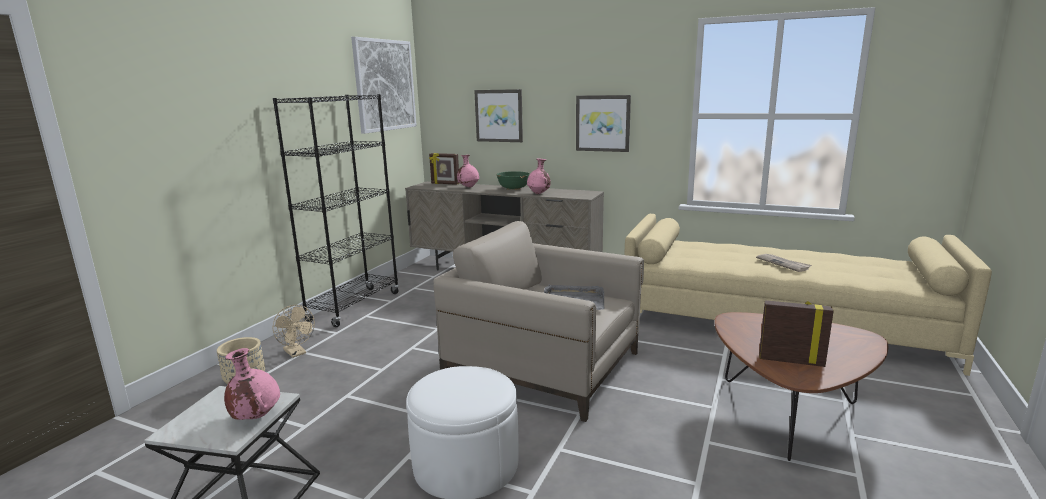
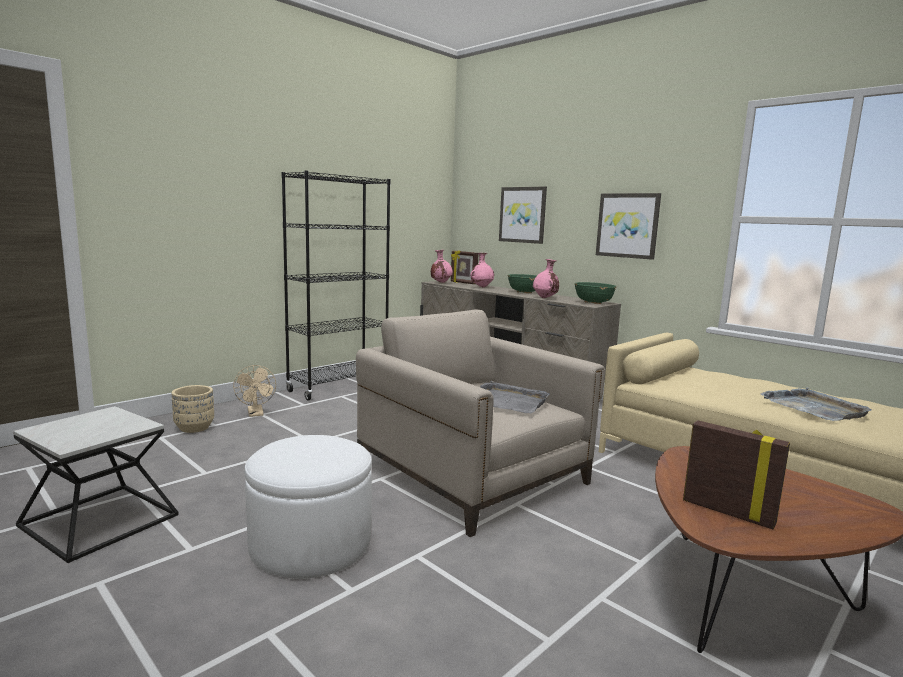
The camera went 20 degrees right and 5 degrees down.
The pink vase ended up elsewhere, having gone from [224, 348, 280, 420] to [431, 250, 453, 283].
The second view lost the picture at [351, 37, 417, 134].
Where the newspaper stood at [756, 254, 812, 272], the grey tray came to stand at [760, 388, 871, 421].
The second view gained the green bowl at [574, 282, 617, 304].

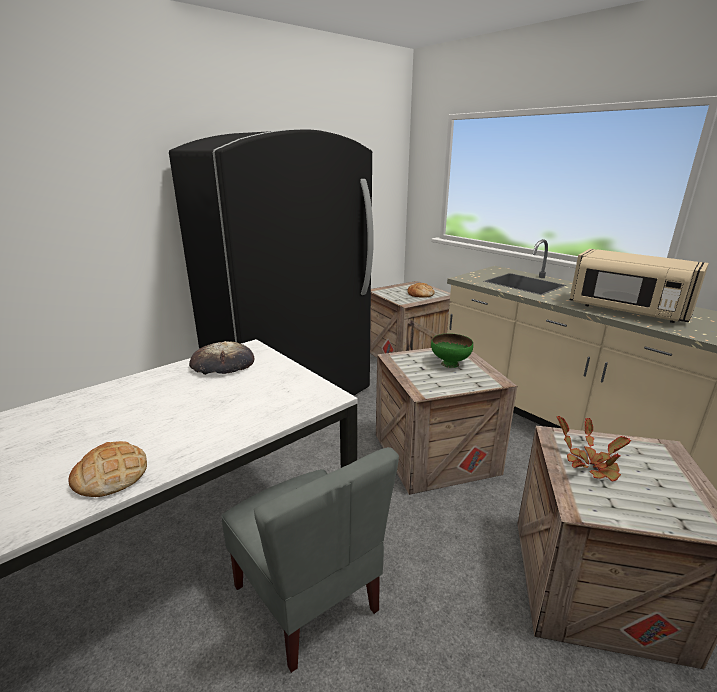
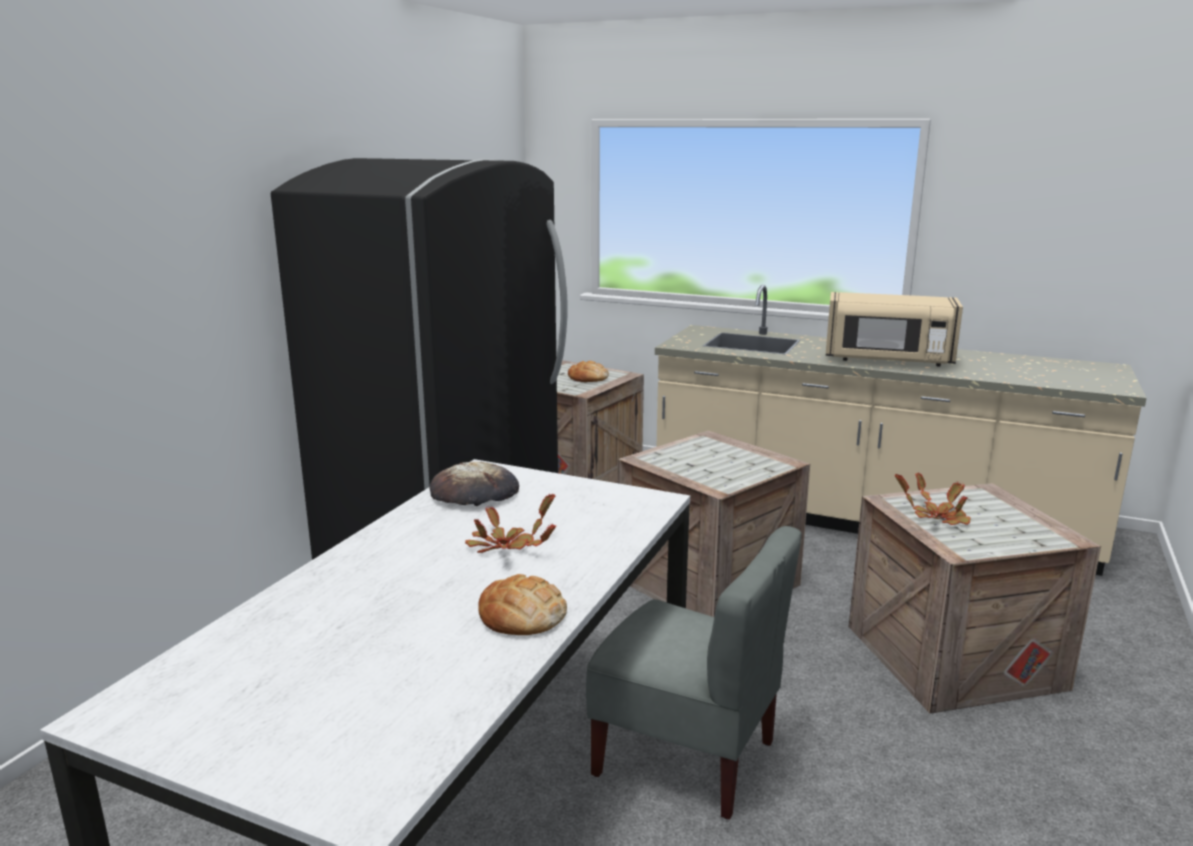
The camera went 25 degrees left and 5 degrees down.
The second view lost the green bowl at [431, 333, 473, 368].
The second view gained the potted plant at [465, 494, 556, 553].

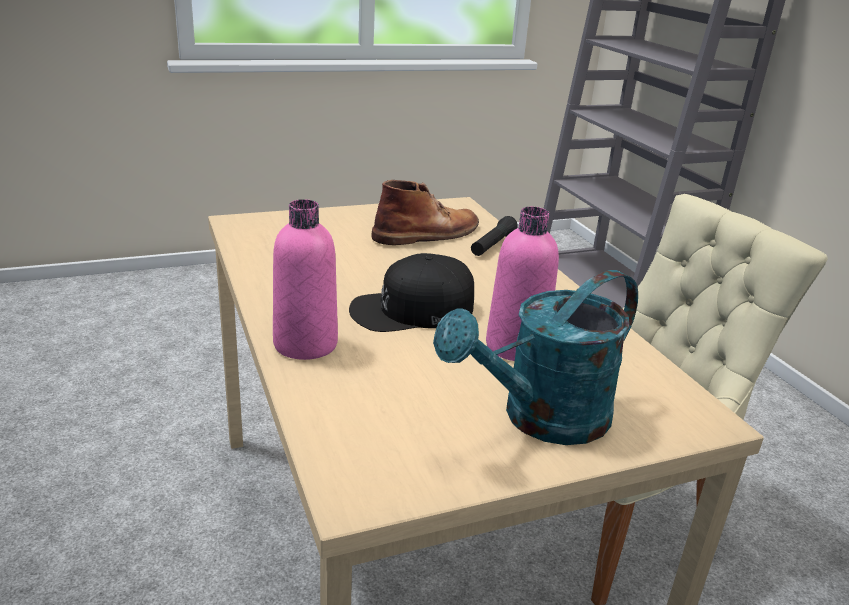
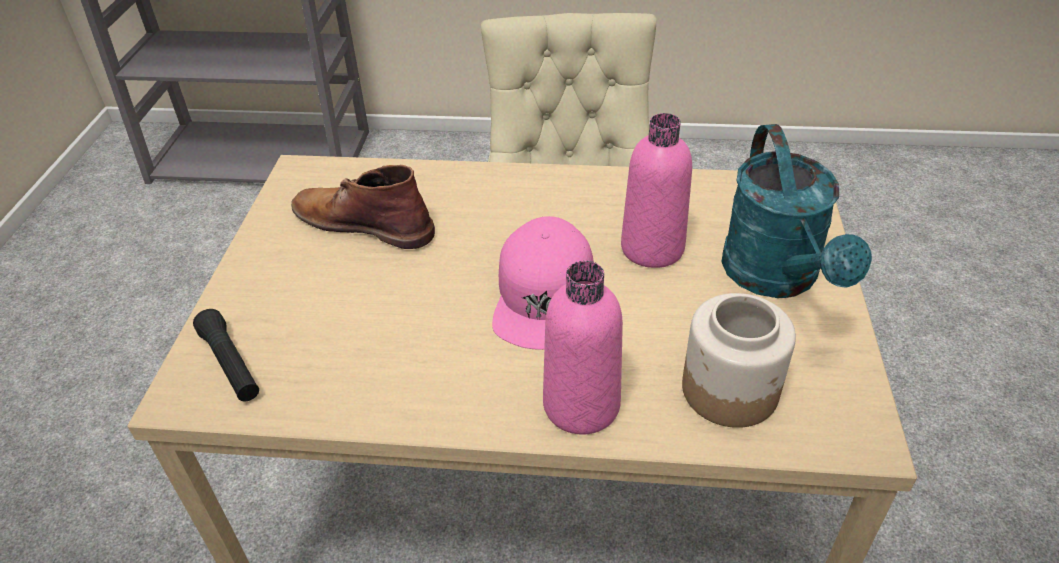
The camera went 60 degrees left and 15 degrees up.
What was the black cap at [349, 253, 474, 332] turned into the pink cap at [492, 216, 594, 350].
The brown boot at [371, 180, 479, 245] ended up facing another way, 60 degrees counterclockwise from before.
The black flashlight ended up elsewhere, having gone from [471, 216, 518, 256] to [193, 309, 259, 402].
The second view gained the jar at [682, 293, 796, 428].

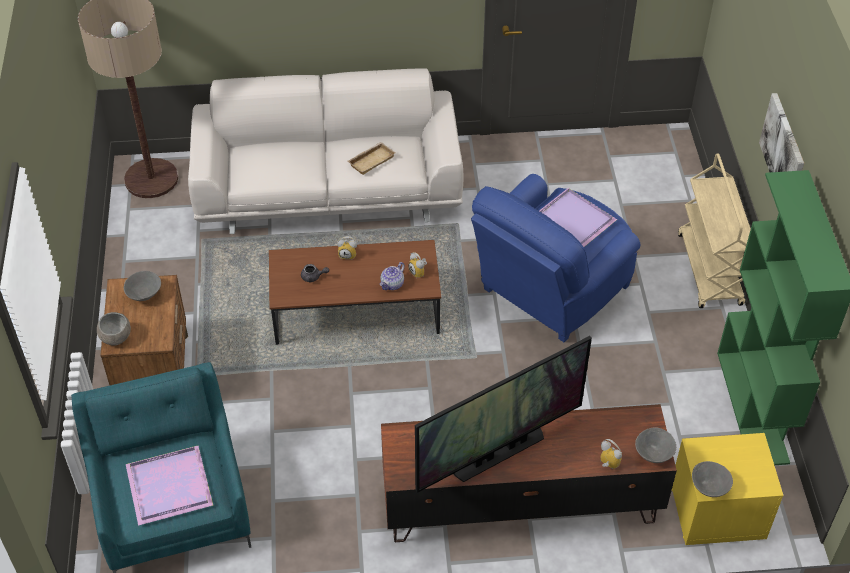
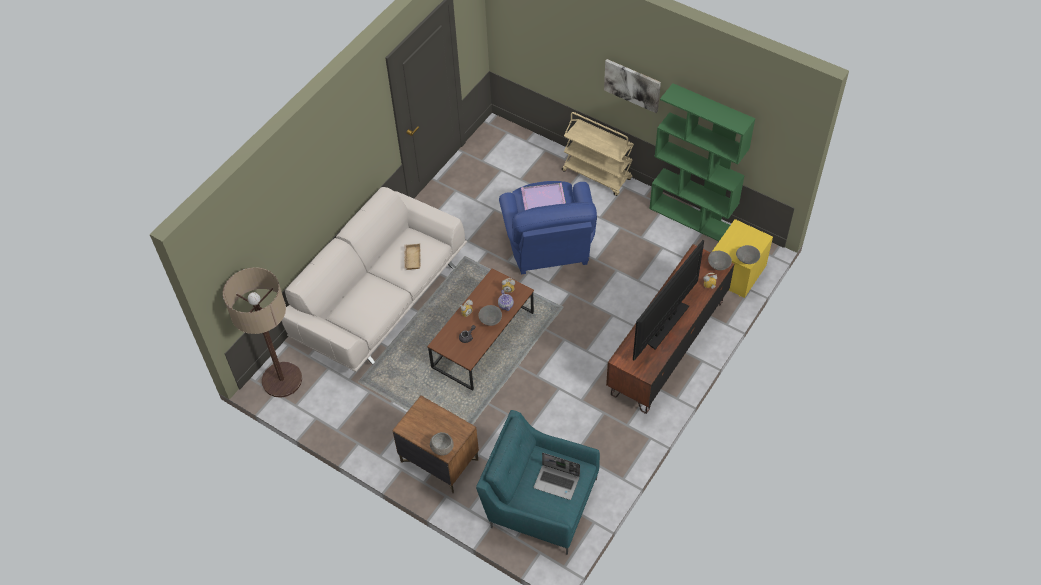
The camera went 50 degrees left and 5 degrees up.
The grey bowl ended up elsewhere, having gone from [124, 271, 161, 301] to [478, 305, 502, 326].
Where the purple tray stood at [126, 446, 213, 526], the laptop came to stand at [534, 453, 580, 500].
The television at [415, 336, 592, 493] ended up facing another way, 150 degrees counterclockwise from before.

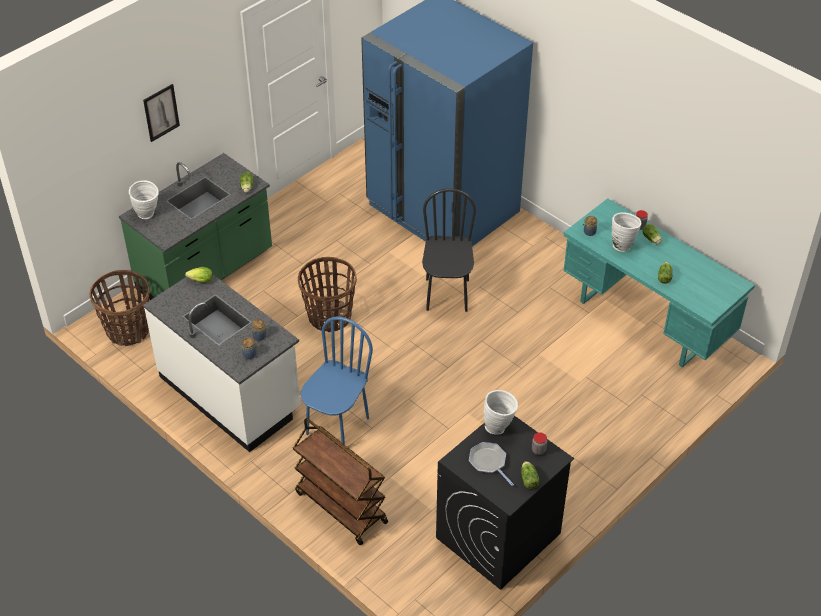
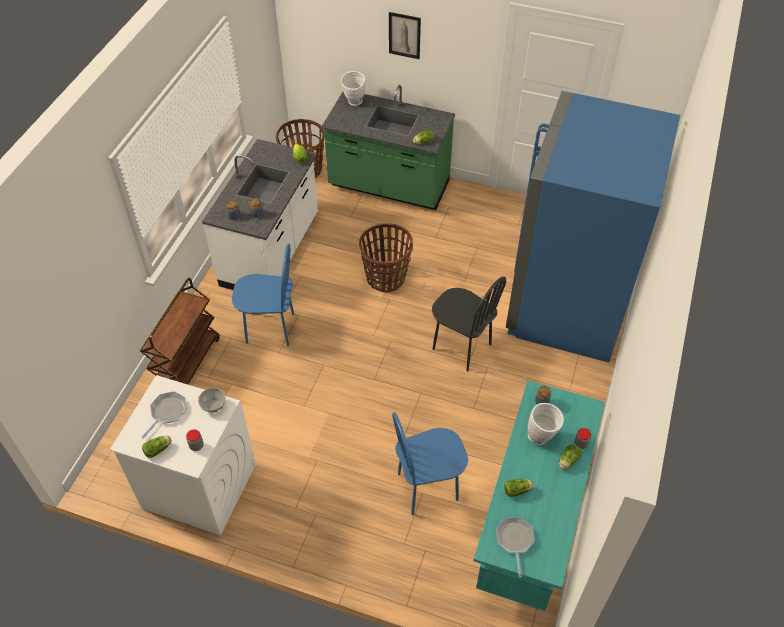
The camera went 65 degrees right and 5 degrees up.
The black chair at [422, 188, 476, 312] ended up facing another way, 60 degrees clockwise from before.
What was the black washing machine at [436, 416, 574, 590] turned into the white washing machine at [110, 375, 256, 535].
Where the white vase stood at [484, 390, 518, 435], the bowl came to stand at [198, 388, 226, 412].
The second view gained the blue chair at [392, 412, 468, 515].
The second view gained the frying pan at [496, 517, 535, 577].

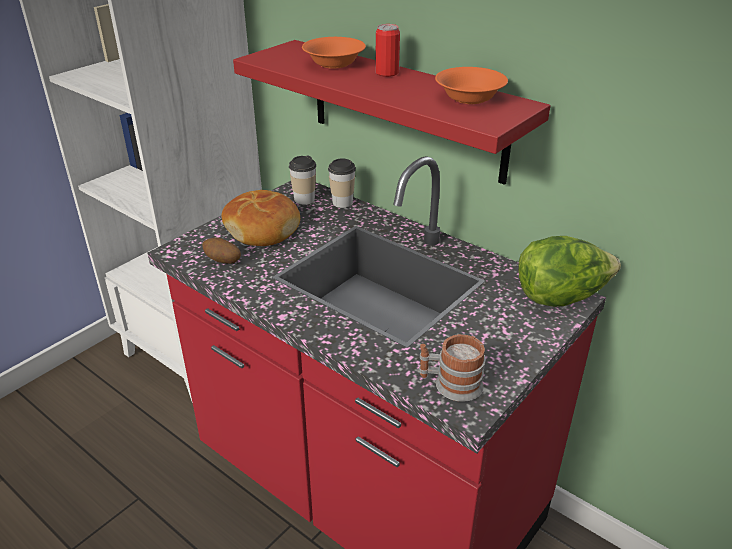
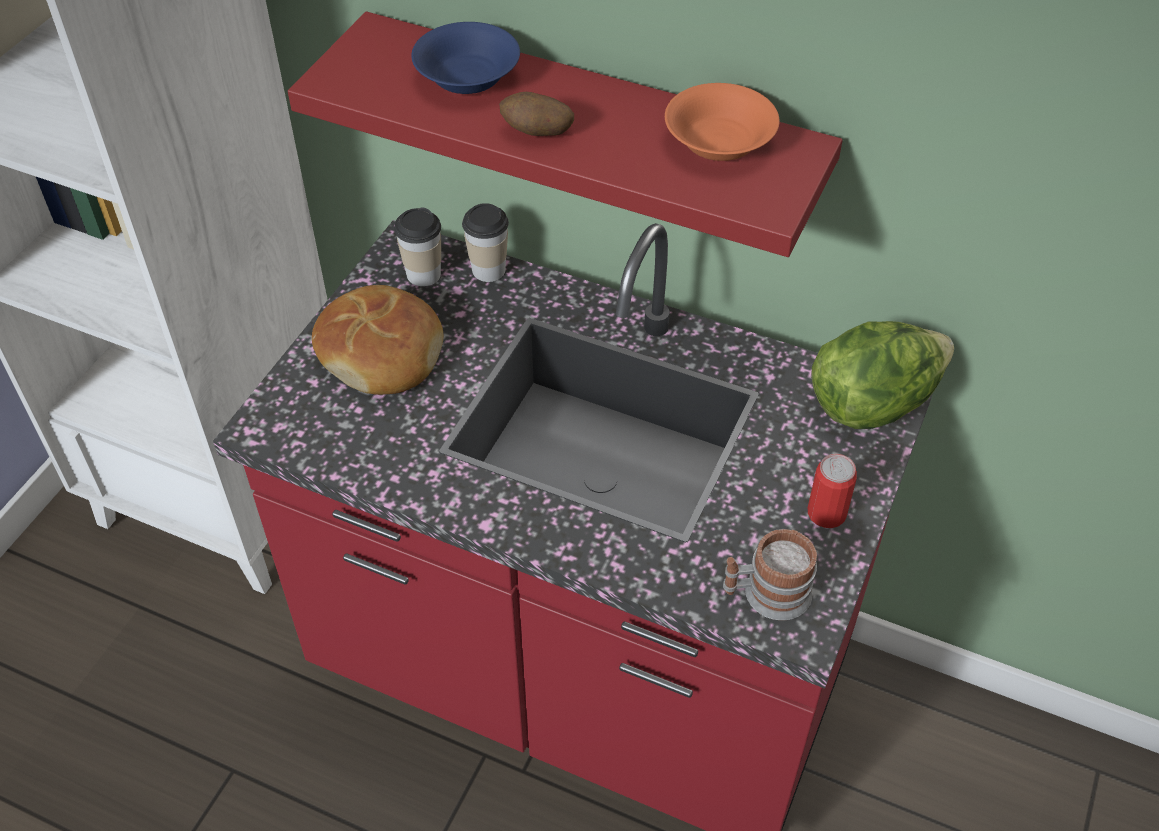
The camera went 15 degrees left and 15 degrees up.
The potato ended up elsewhere, having gone from [202, 238, 241, 264] to [499, 92, 574, 136].
What was the orange bowl at [302, 37, 366, 69] turned into the blue bowl at [411, 22, 520, 94].
The can ended up elsewhere, having gone from [375, 24, 400, 77] to [808, 454, 857, 528].

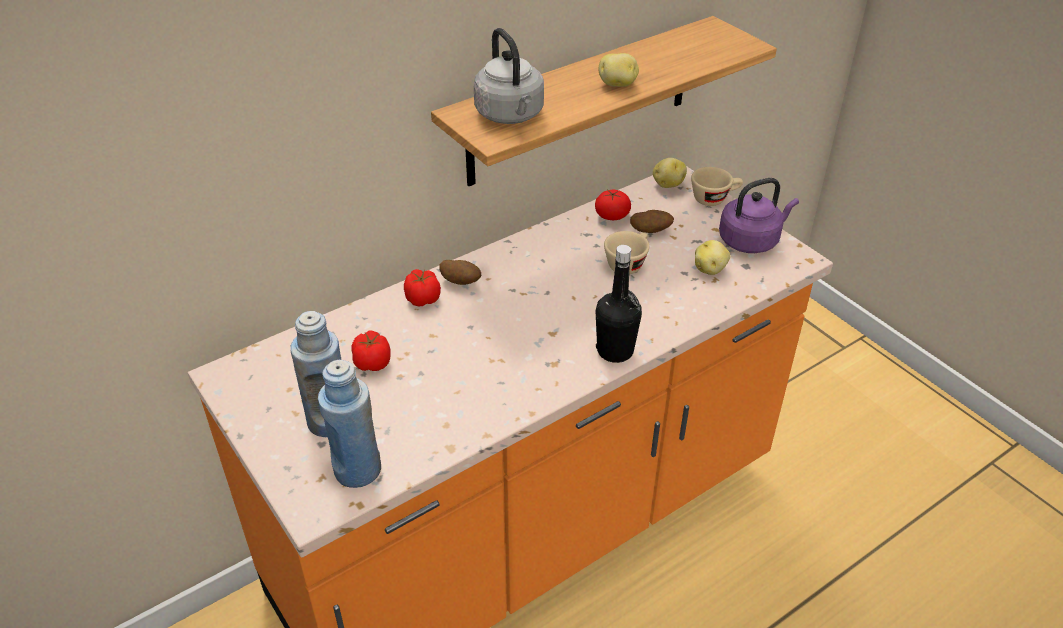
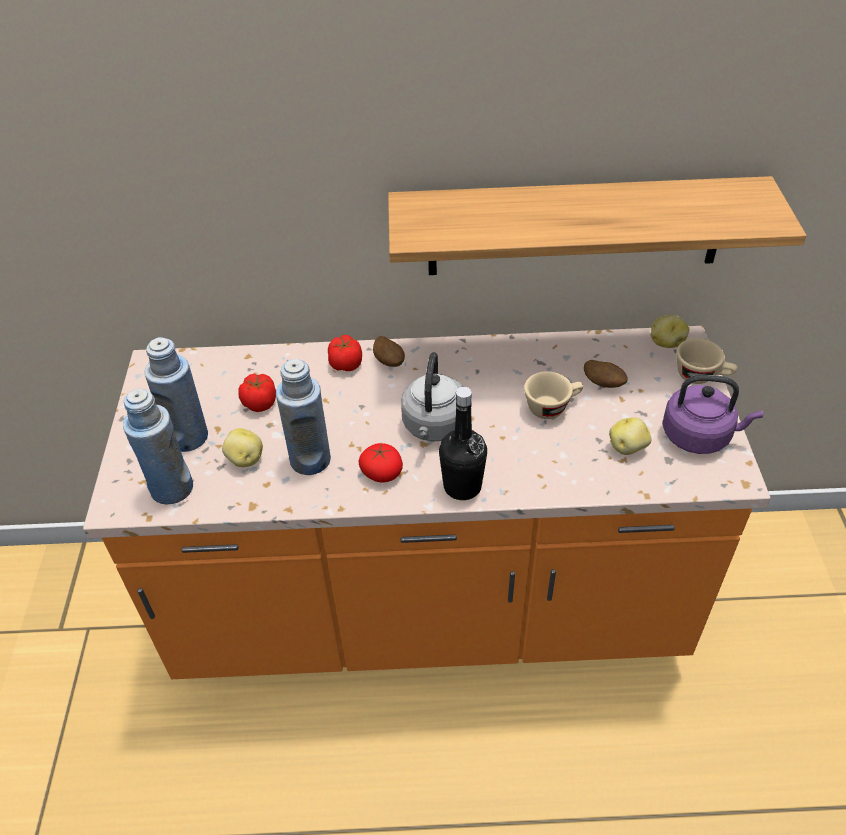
The camera went 35 degrees right and 5 degrees up.
The grey kettle ended up elsewhere, having gone from [474, 28, 544, 124] to [401, 352, 464, 441].
The tomato ended up elsewhere, having gone from [595, 190, 631, 220] to [358, 443, 403, 482].
The potato ended up elsewhere, having gone from [599, 53, 639, 87] to [222, 428, 263, 467].
The second view gained the blue bottle at [276, 359, 331, 475].

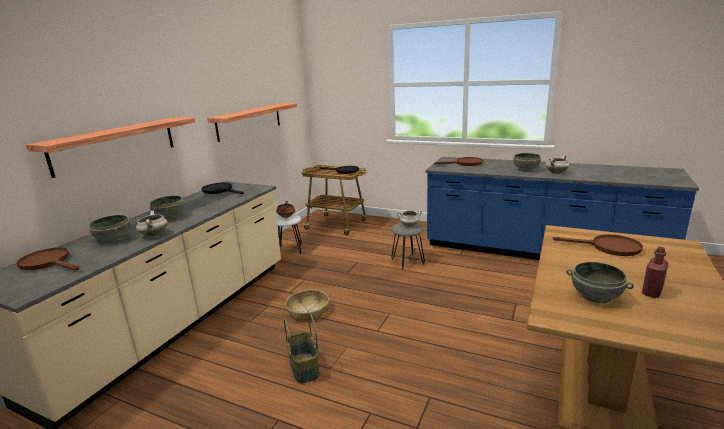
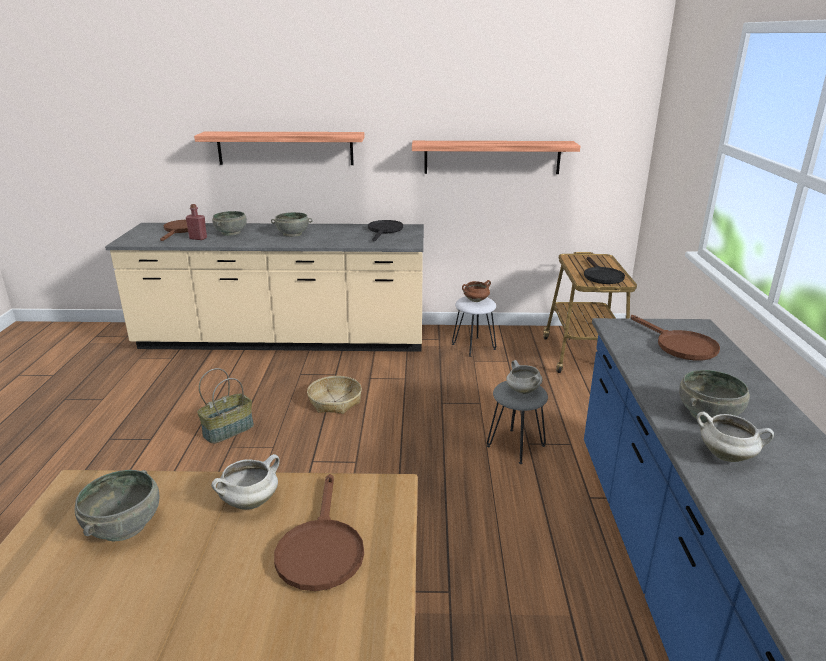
The camera went 65 degrees right and 5 degrees up.
The white cooking pot ended up elsewhere, having gone from [136, 210, 168, 237] to [211, 454, 280, 510].
The red bottle ended up elsewhere, having gone from [642, 247, 668, 298] to [186, 204, 207, 240].

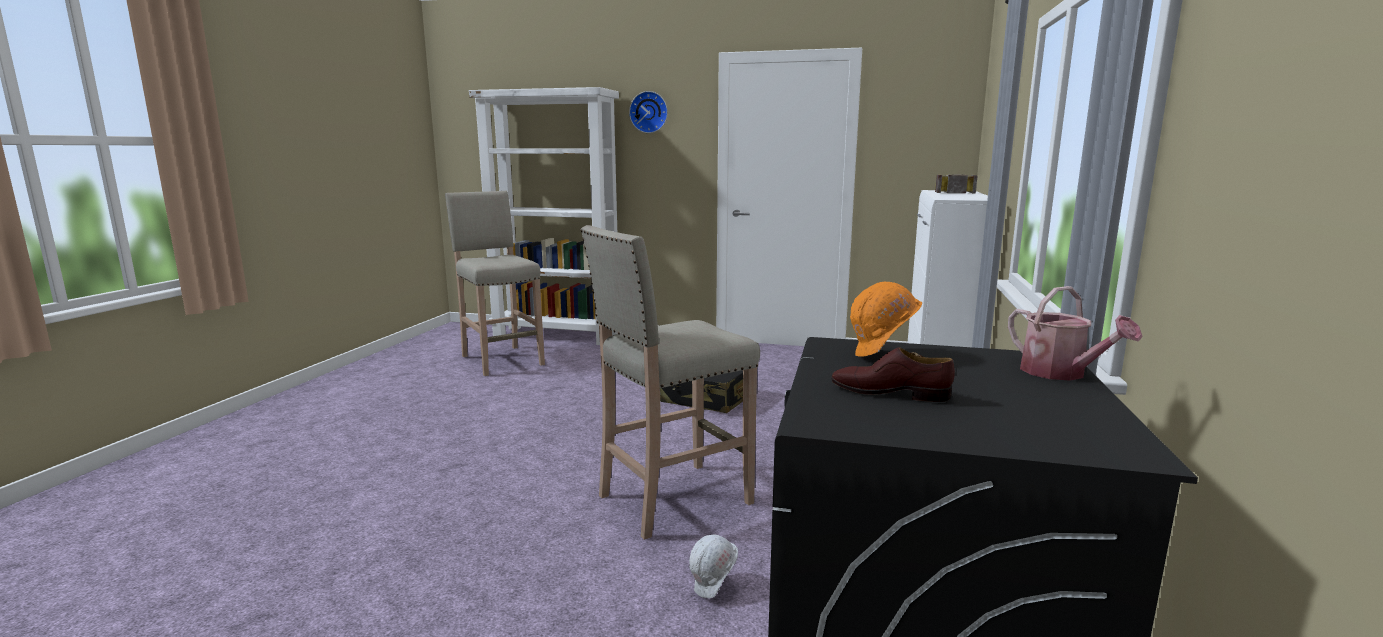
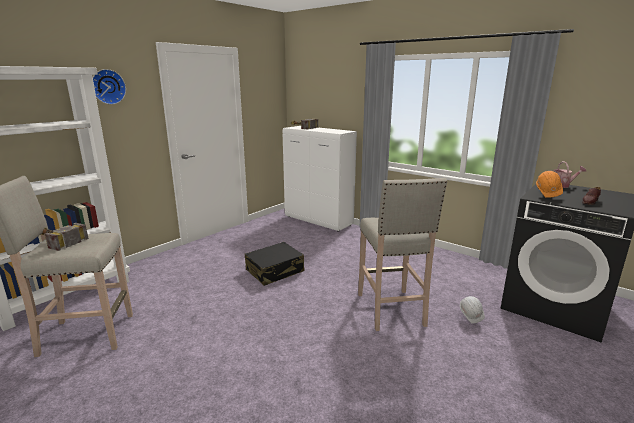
The camera went 65 degrees left and 5 degrees up.
The second view gained the hammer at [41, 223, 89, 251].

